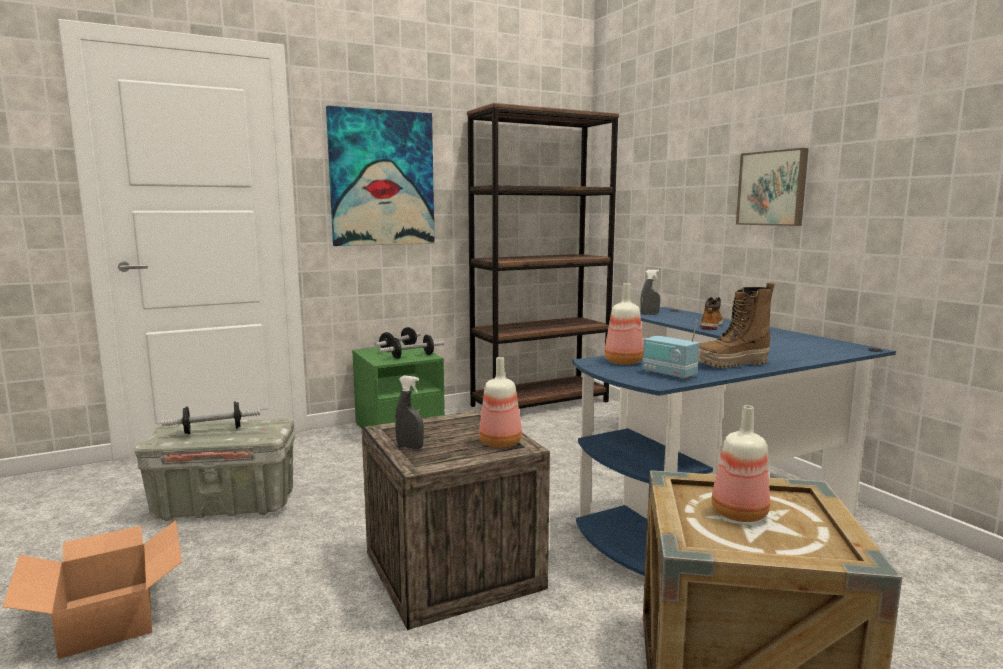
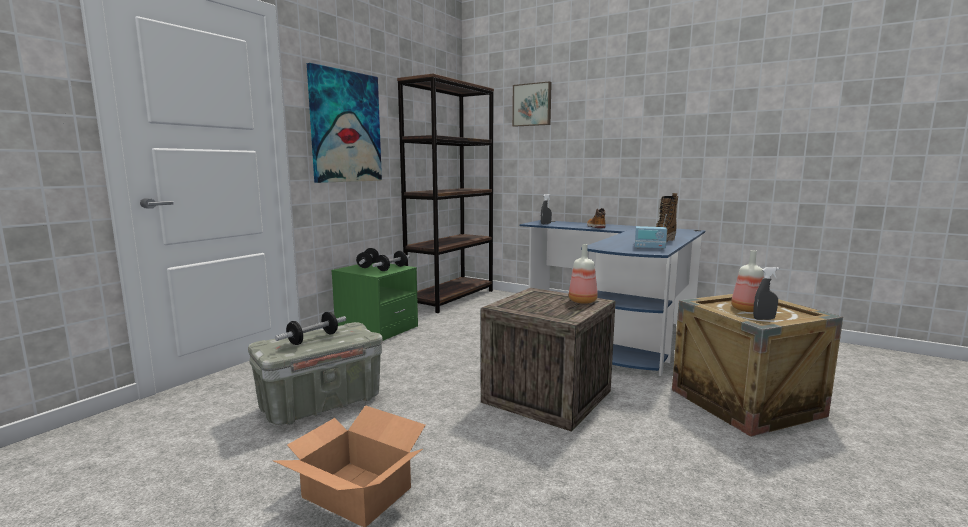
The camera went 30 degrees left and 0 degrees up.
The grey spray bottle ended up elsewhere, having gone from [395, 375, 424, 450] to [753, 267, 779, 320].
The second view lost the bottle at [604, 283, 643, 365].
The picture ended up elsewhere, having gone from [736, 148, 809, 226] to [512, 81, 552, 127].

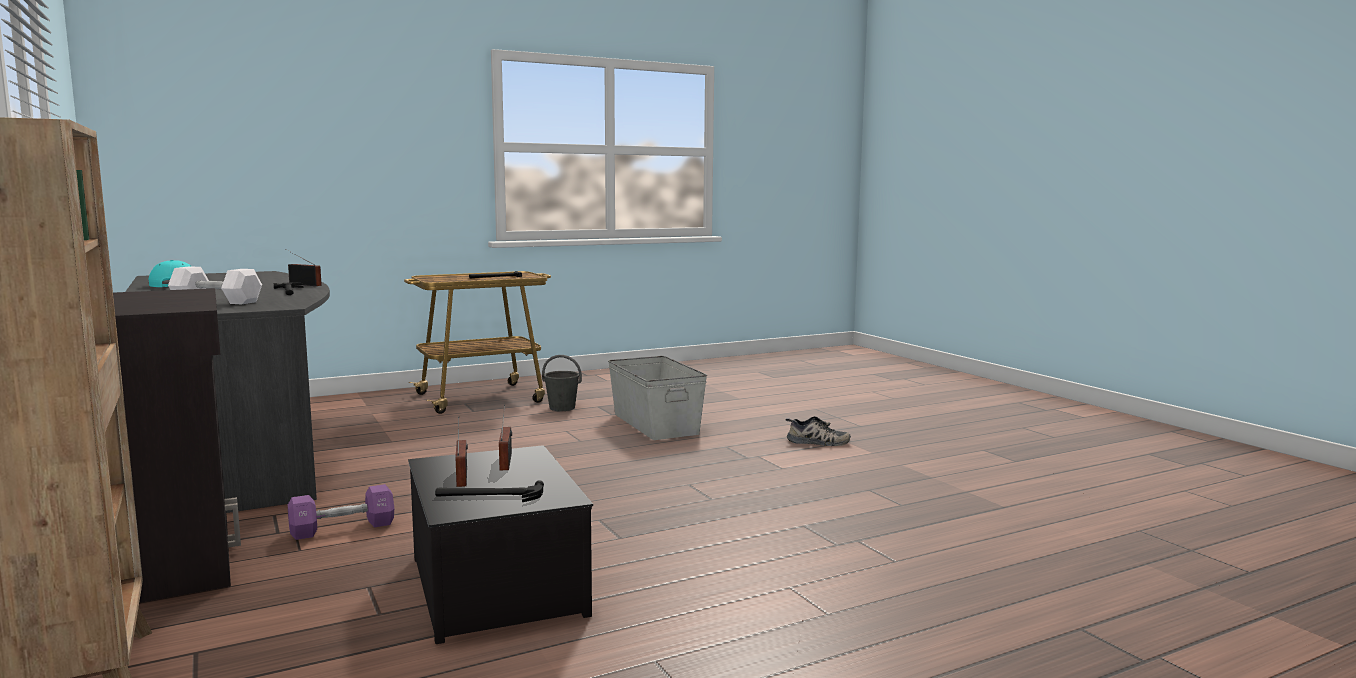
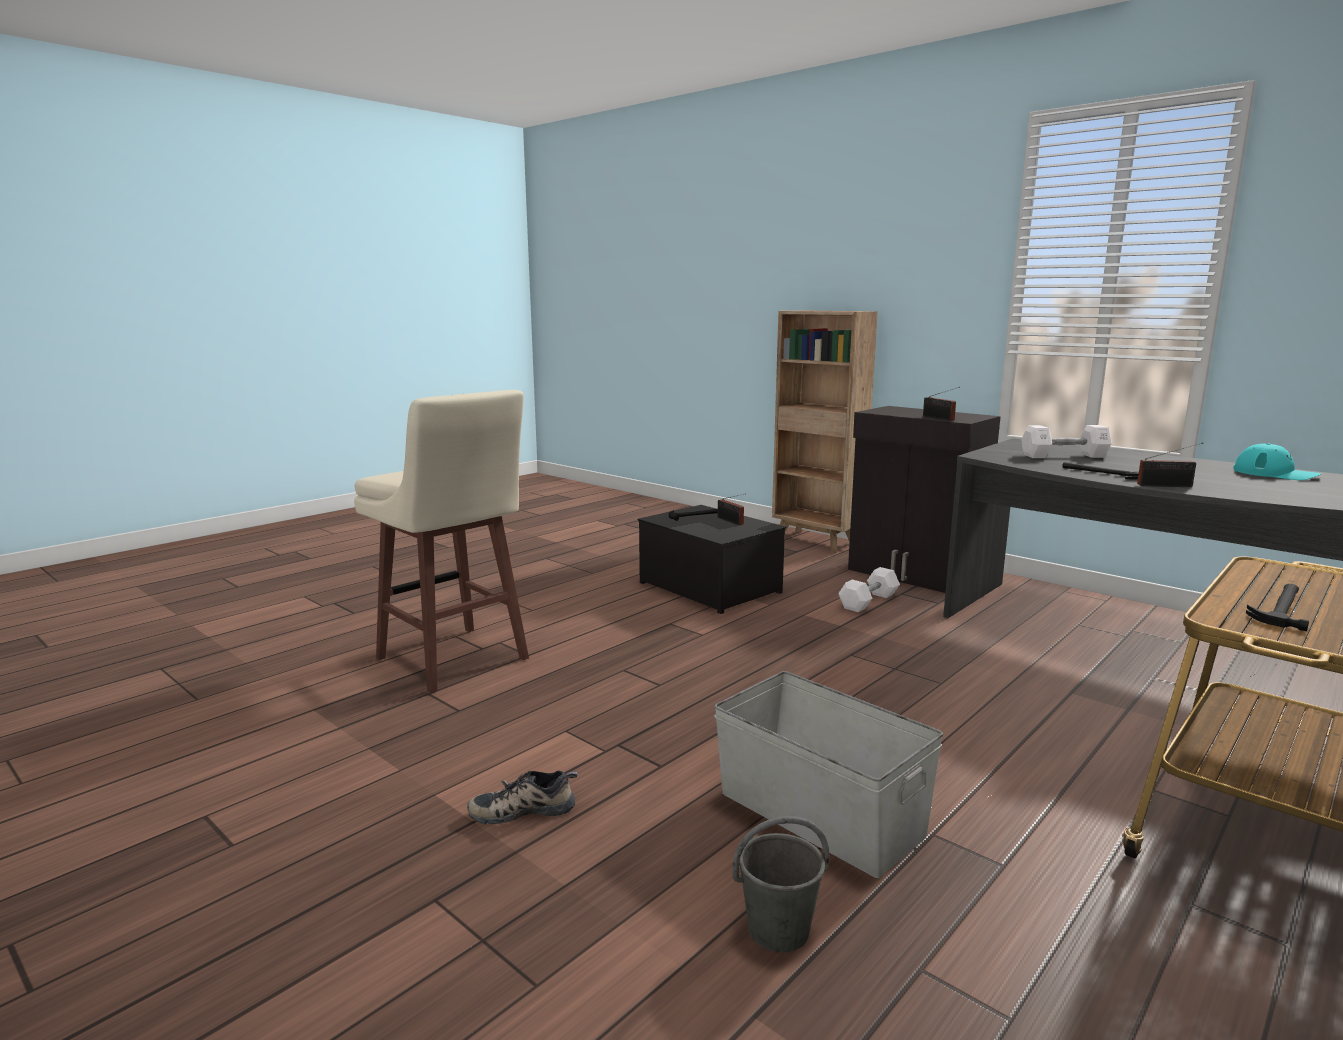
The camera went 160 degrees right and 5 degrees up.
What was the purple dumbbell at [288, 484, 394, 540] turned into the white dumbbell at [838, 567, 900, 612].
The radio ended up elsewhere, having gone from [499, 404, 512, 470] to [923, 387, 960, 421].
The grey bucket ended up elsewhere, having gone from [542, 355, 582, 411] to [732, 816, 830, 953].
The second view gained the beige stool at [354, 390, 529, 693].

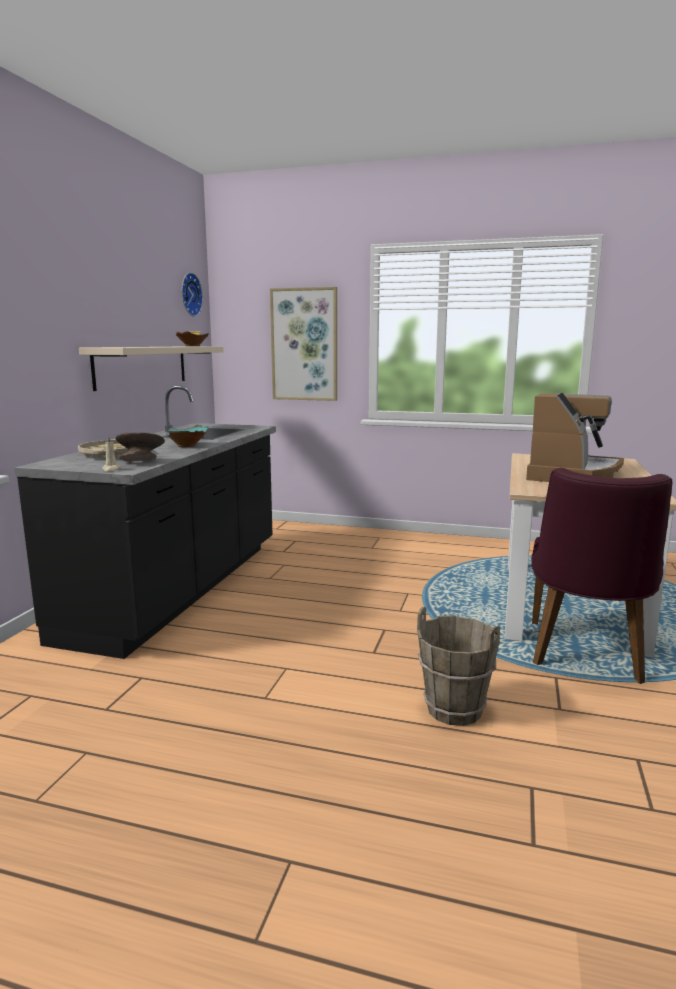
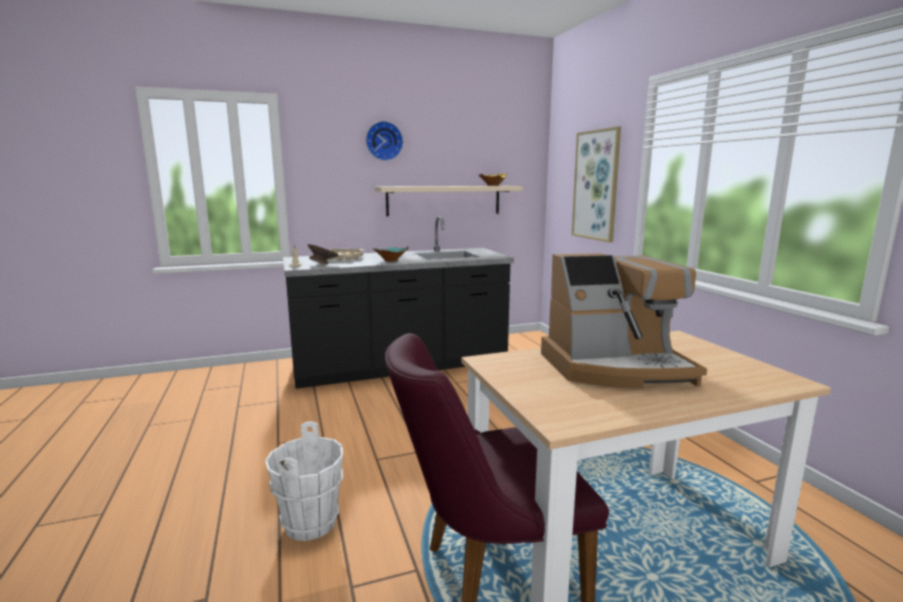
The camera went 55 degrees right and 0 degrees up.
The wall clock ended up elsewhere, having gone from [182, 273, 203, 317] to [366, 121, 403, 161].
What was the brown bucket at [417, 607, 500, 726] turned into the white bucket at [265, 421, 343, 541].

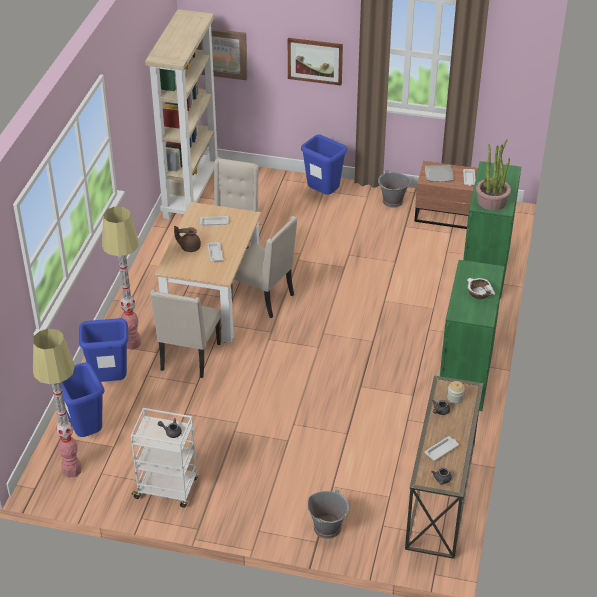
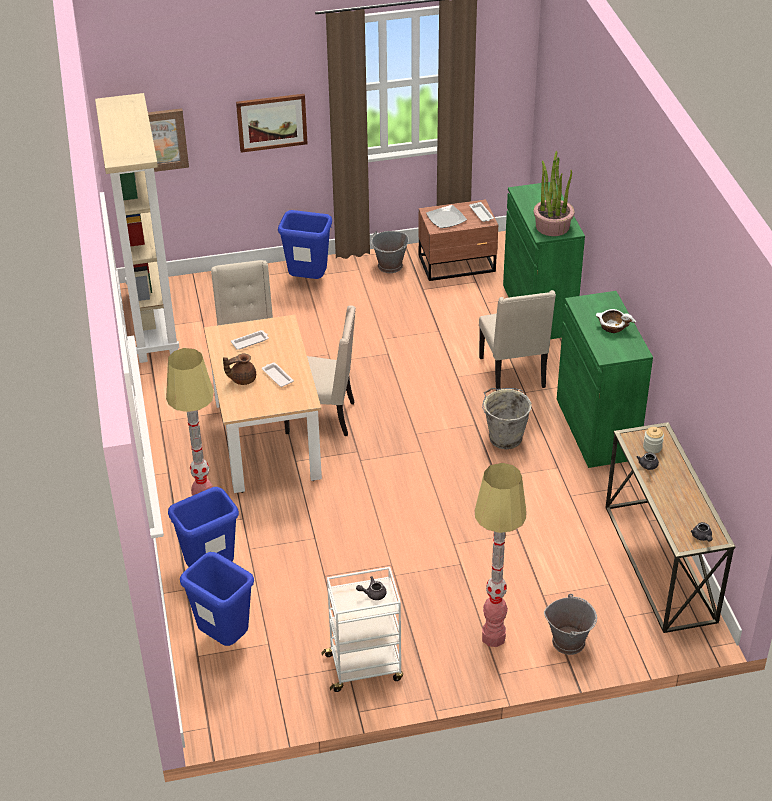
The camera went 25 degrees left and 0 degrees up.
The floor lamp ended up elsewhere, having gone from [33, 328, 82, 478] to [475, 463, 527, 647].
The beige chair ended up elsewhere, having gone from [150, 290, 221, 378] to [479, 290, 556, 391].
The second view lost the white tray at [424, 436, 459, 461].
The second view gained the grey bucket at [482, 388, 532, 449].

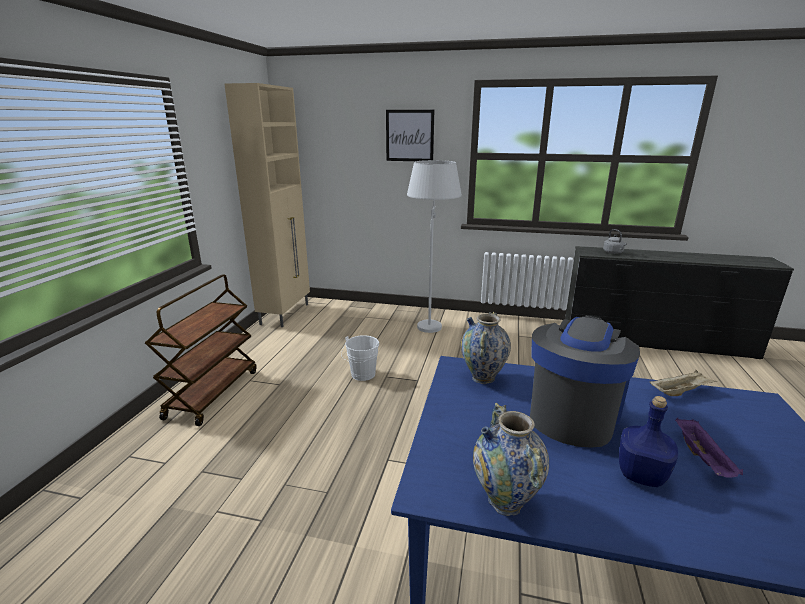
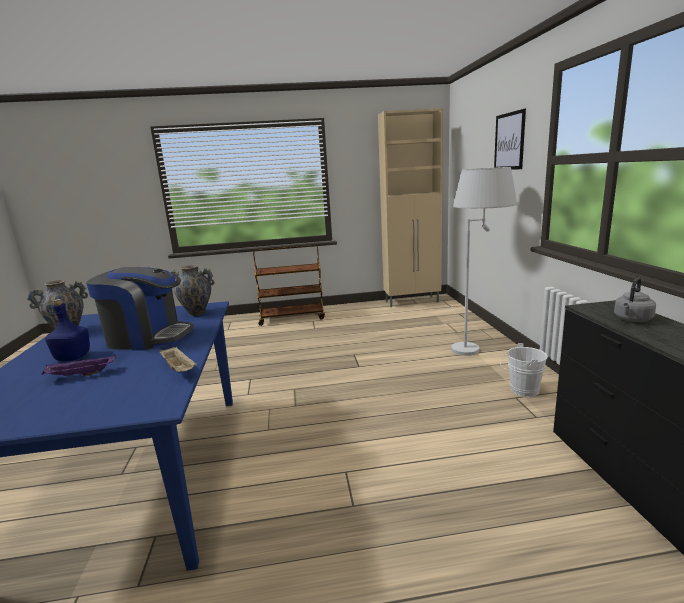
The camera went 70 degrees right and 5 degrees down.
The white bucket ended up elsewhere, having gone from [341, 335, 379, 381] to [500, 343, 548, 397].

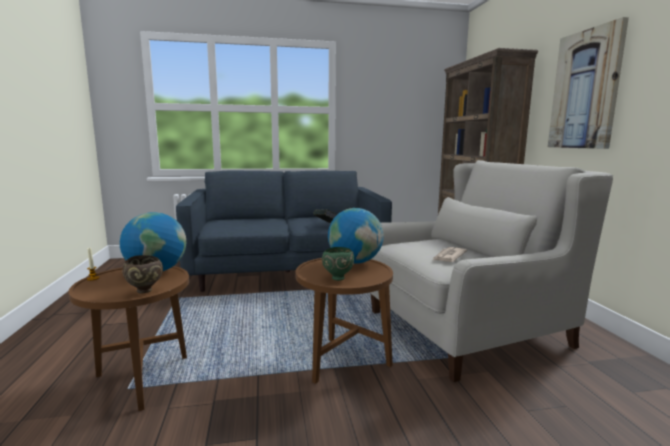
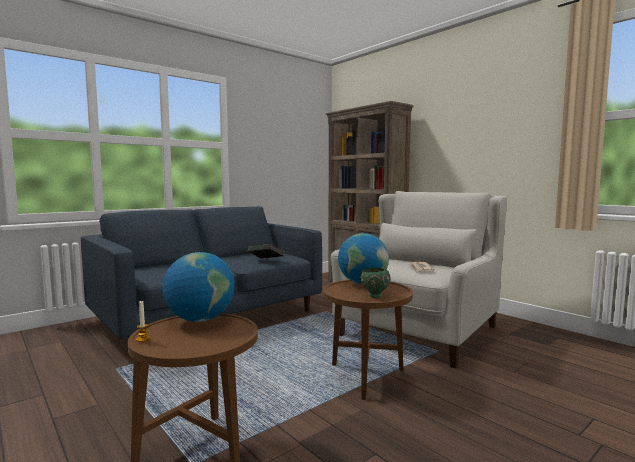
The camera went 30 degrees left and 5 degrees down.
The second view lost the brown bowl at [122, 255, 163, 294].
The second view lost the picture at [548, 17, 629, 149].

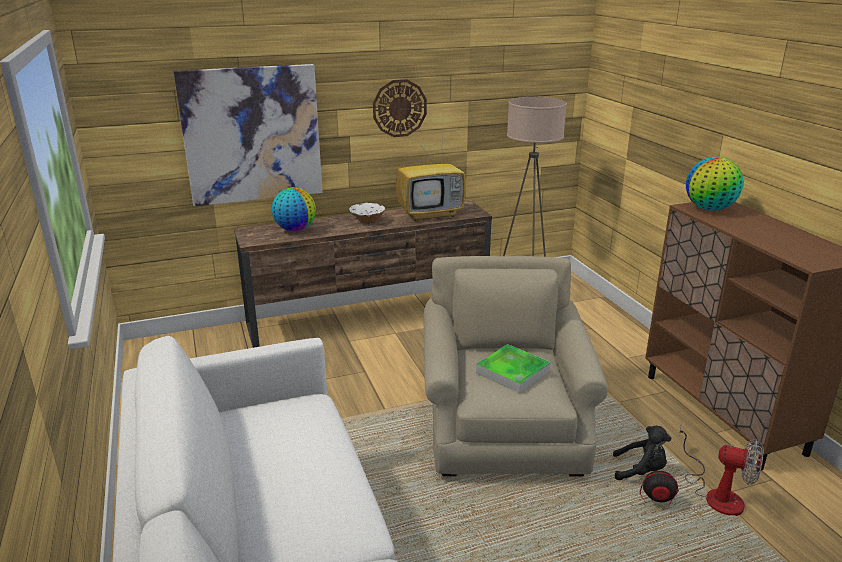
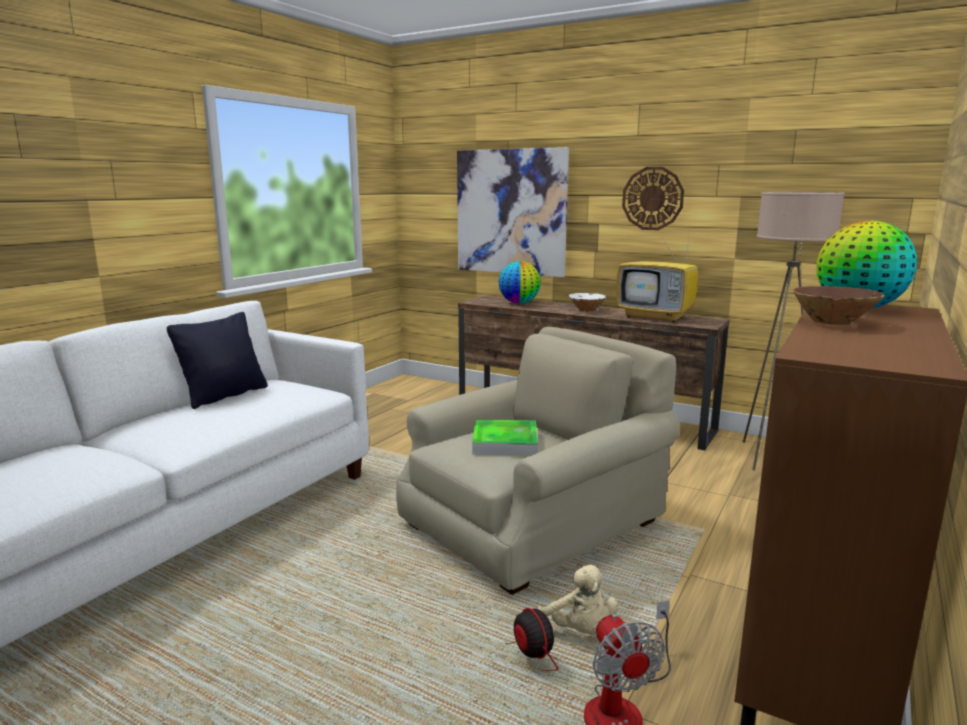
The camera went 50 degrees right and 10 degrees down.
What was the black plush toy at [613, 426, 671, 480] turned into the beige plush toy at [536, 564, 618, 635].
The second view gained the black pillow at [167, 312, 268, 409].
The second view gained the brown bowl at [793, 286, 885, 325].

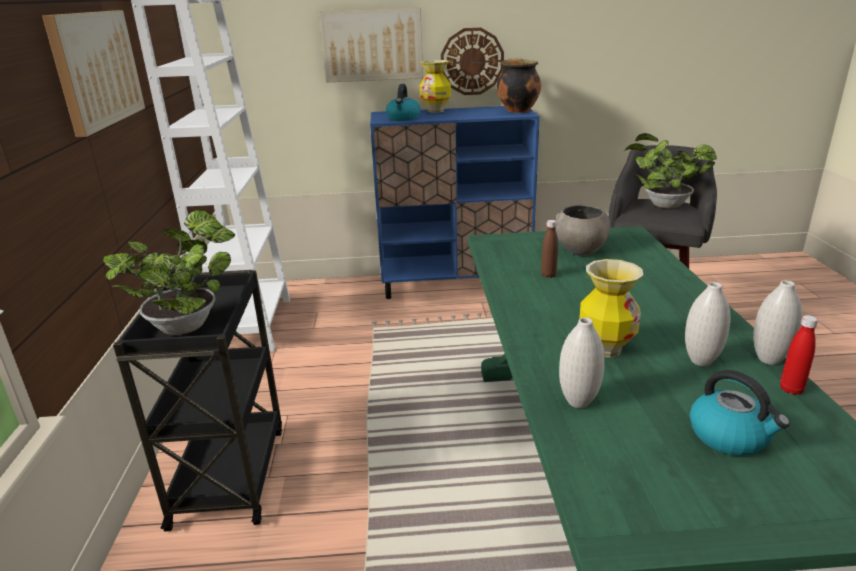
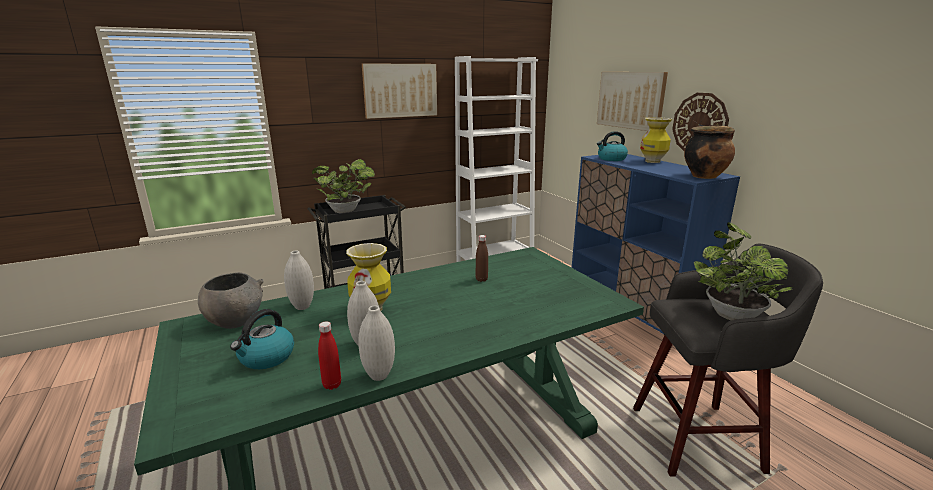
The camera went 65 degrees right and 5 degrees down.
The grey bowl ended up elsewhere, having gone from [555, 204, 610, 256] to [198, 272, 264, 329].

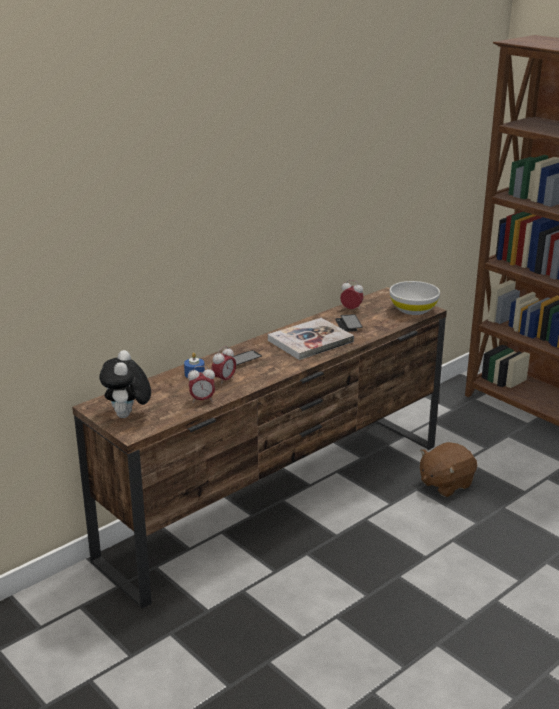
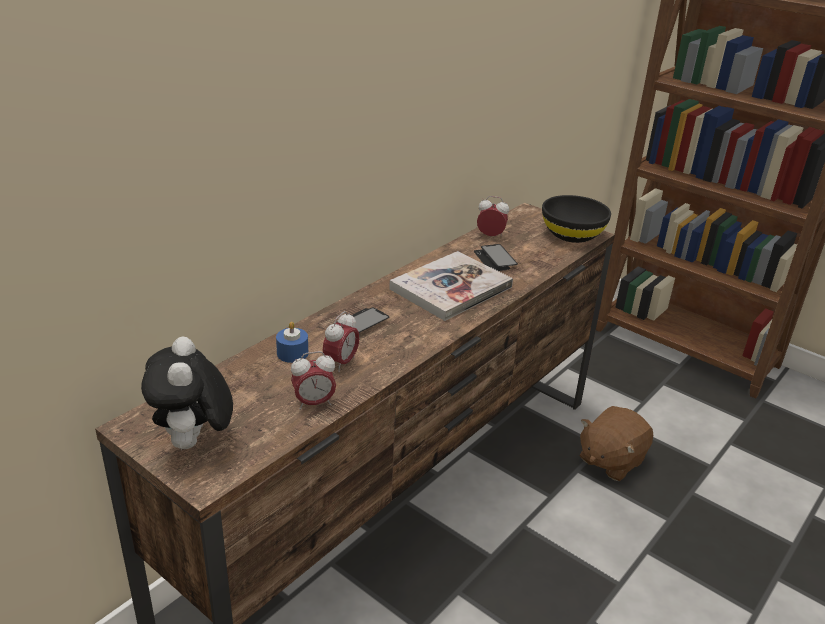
The camera went 10 degrees left and 5 degrees up.
What was the white bowl at [390, 281, 440, 315] turned into the black bowl at [542, 195, 611, 243].

